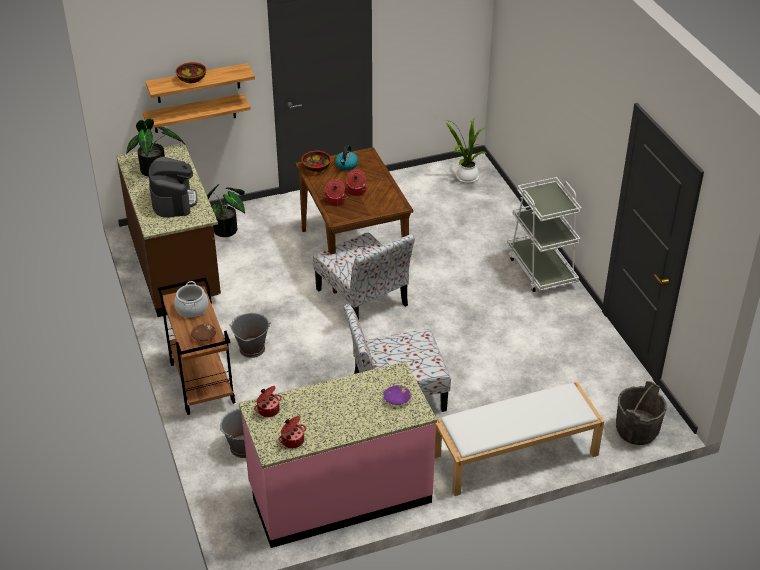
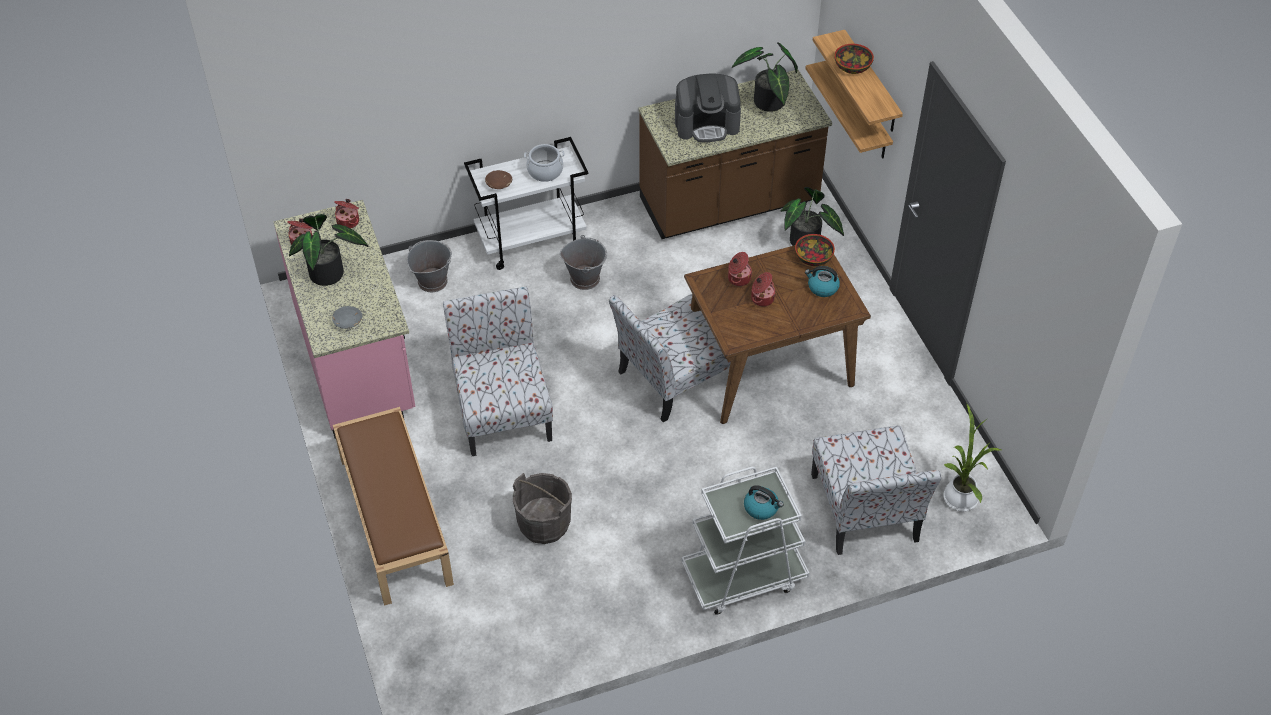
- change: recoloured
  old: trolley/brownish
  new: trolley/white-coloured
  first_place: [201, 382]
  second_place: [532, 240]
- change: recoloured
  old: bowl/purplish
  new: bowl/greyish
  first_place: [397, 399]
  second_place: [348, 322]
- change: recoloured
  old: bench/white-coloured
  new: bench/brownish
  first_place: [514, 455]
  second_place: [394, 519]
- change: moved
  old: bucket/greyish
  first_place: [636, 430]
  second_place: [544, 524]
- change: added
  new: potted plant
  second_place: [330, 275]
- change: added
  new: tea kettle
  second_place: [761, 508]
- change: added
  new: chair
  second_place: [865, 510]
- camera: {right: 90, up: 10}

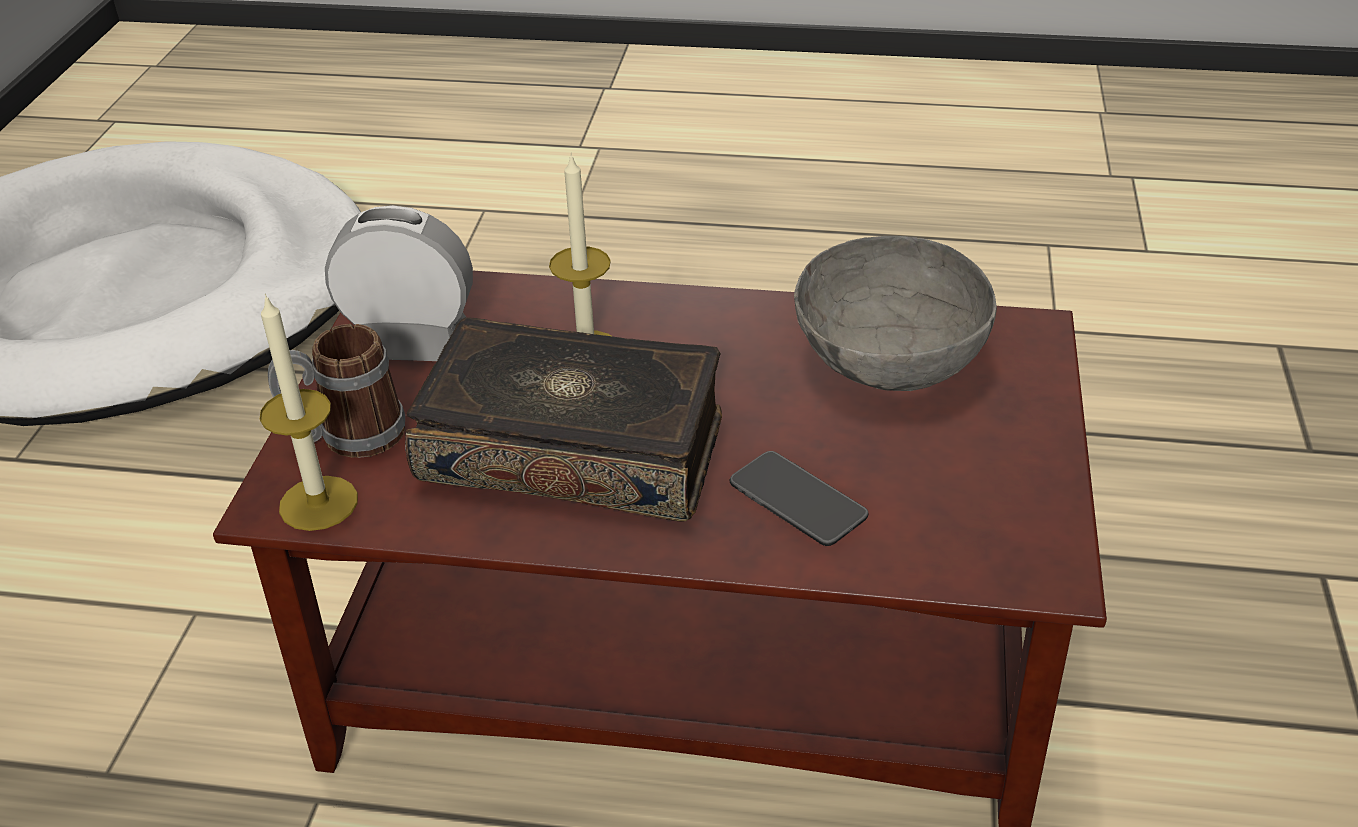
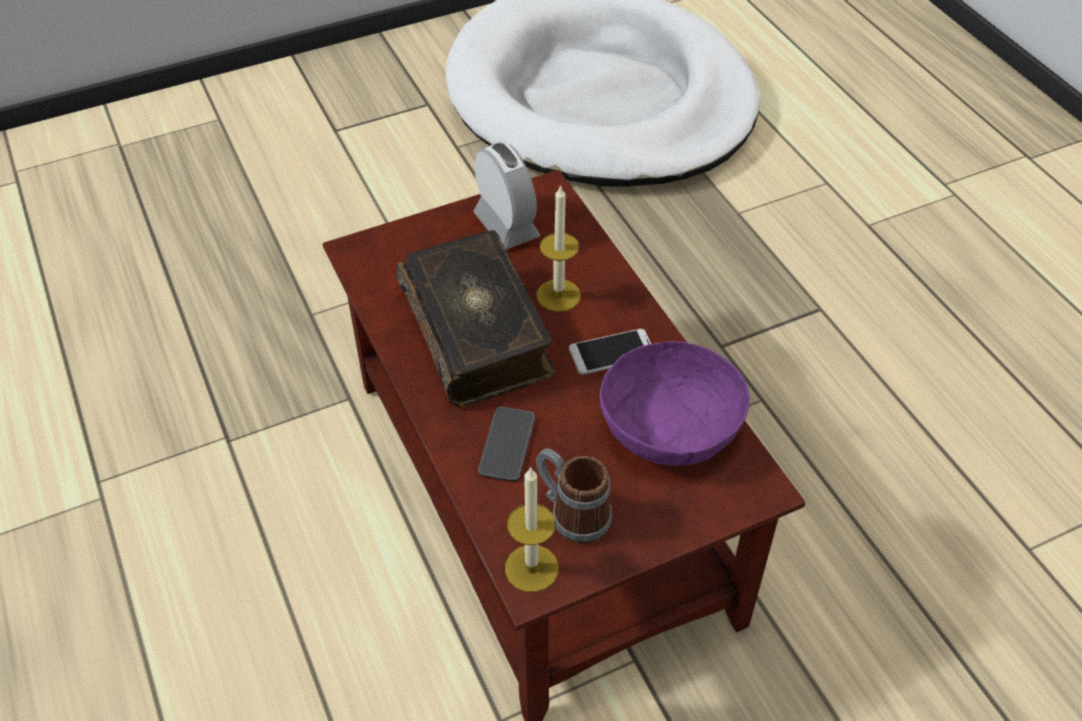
- change: moved
  old: wax candle
  first_place: [318, 503]
  second_place: [531, 568]
- change: moved
  old: mug
  first_place: [347, 436]
  second_place: [571, 513]
- change: recoloured
  old: bowl/greyish
  new: bowl/purplish
  first_place: [889, 357]
  second_place: [669, 429]
- change: added
  new: telephone
  second_place: [612, 352]
- camera: {right: 55, up: 10}

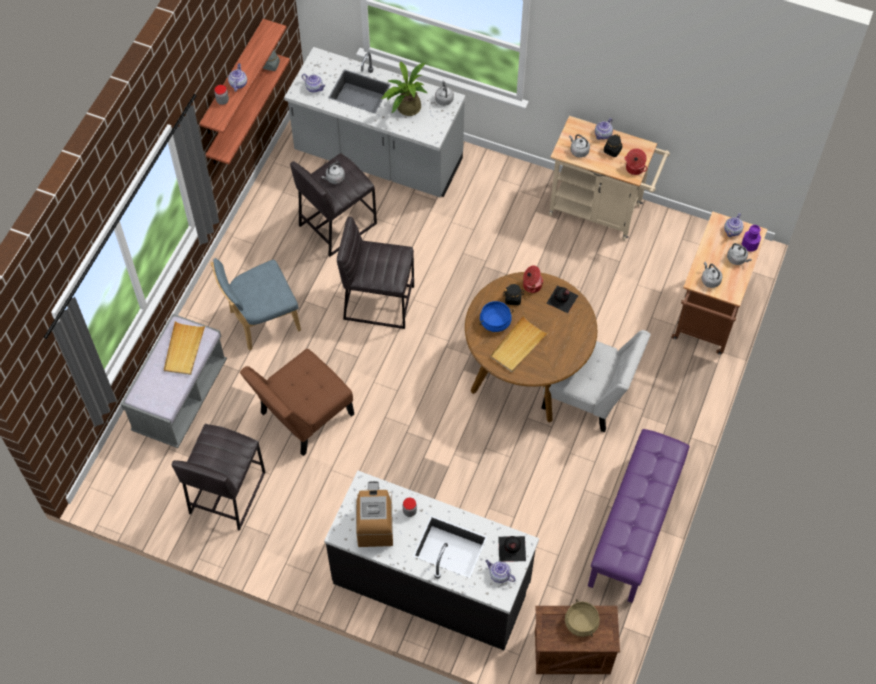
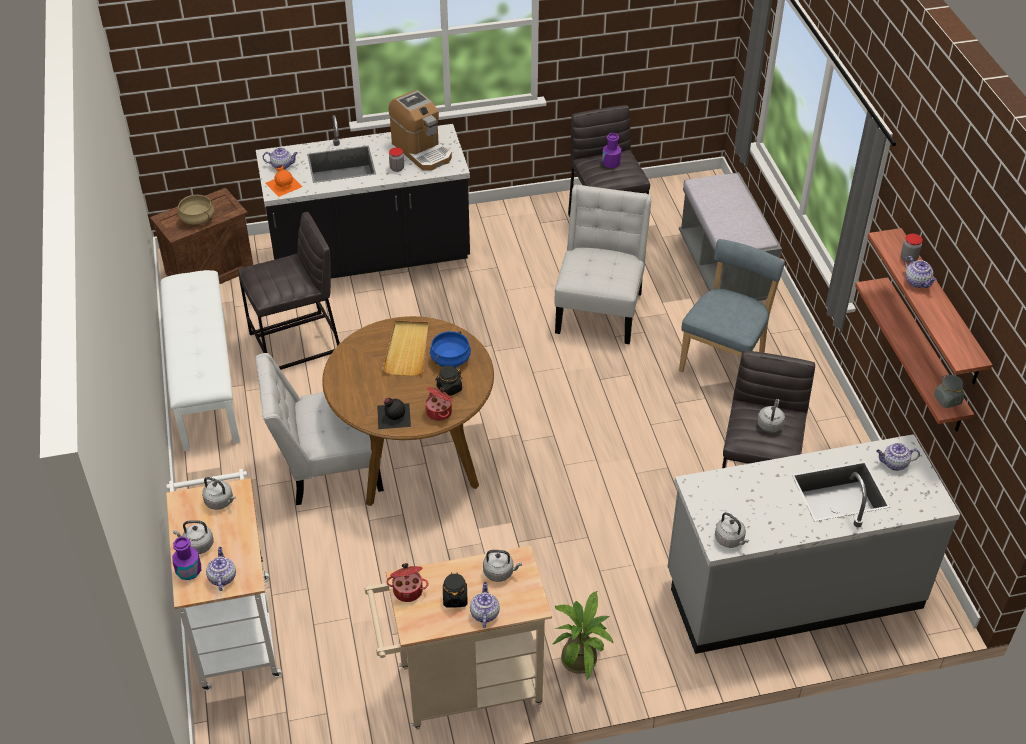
- change: removed
  old: carrying tray/sand-coloured
  first_place: [184, 349]
- change: recoloured
  old: chair/brownish
  new: chair/white-coloured
  first_place: [302, 417]
  second_place: [600, 308]
- change: moved
  old: stool/greyish
  first_place: [378, 301]
  second_place: [296, 342]
- change: moved
  old: potted plant
  first_place: [406, 108]
  second_place: [581, 656]
- change: recoloured
  old: drink bottle/black-coloured
  new: drink bottle/orange
  first_place: [511, 549]
  second_place: [284, 184]
- change: recoloured
  old: bench/purplish
  new: bench/white-coloured
  first_place: [635, 527]
  second_place: [204, 381]
- change: recoloured
  old: trolley/brownish
  new: trolley/white-coloured
  first_place: [707, 319]
  second_place: [234, 624]
- change: added
  new: drink bottle/purplish
  second_place: [611, 163]
- camera: {right: 145, up: -15}

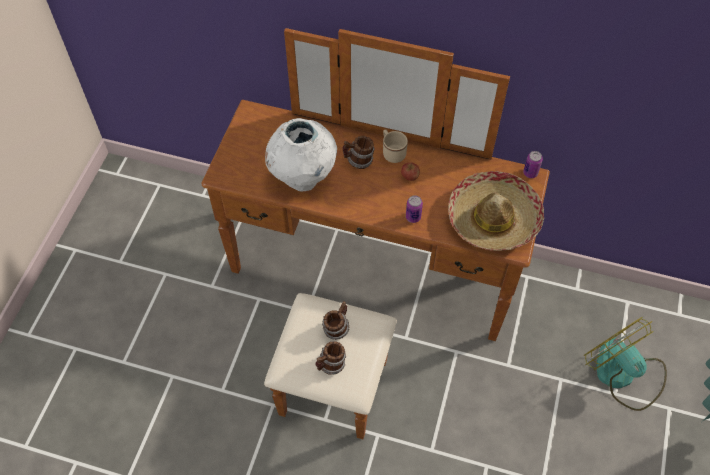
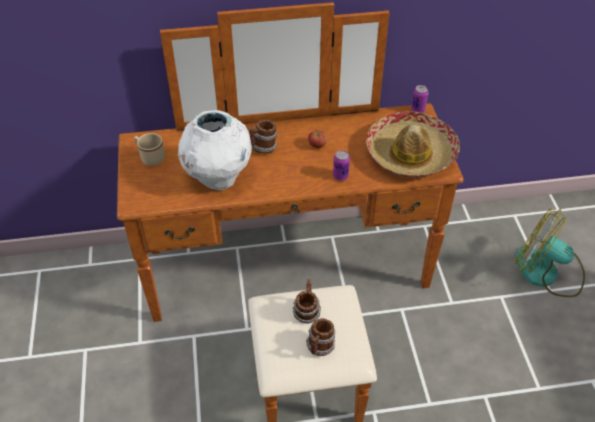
- change: moved
  old: mug/sand-coloured
  first_place: [392, 152]
  second_place: [150, 157]
- camera: {right: -25, up: -10}

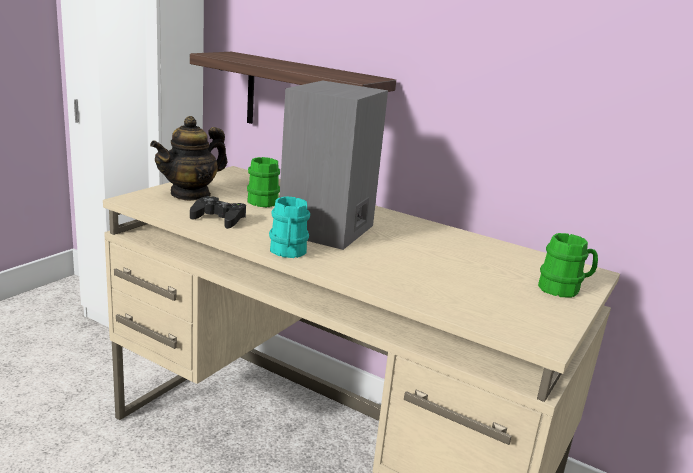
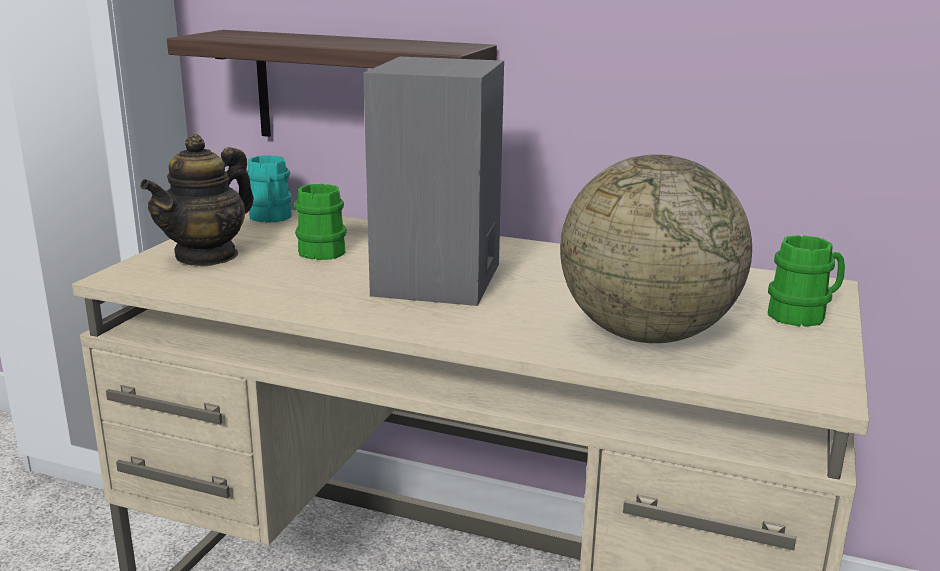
- change: removed
  old: gamepad/black-coloured
  first_place: [219, 219]
- change: moved
  old: mug/blue-green
  first_place: [287, 252]
  second_place: [270, 218]
- change: added
  new: desk globe
  second_place: [645, 334]
- camera: {right: -10, up: 0}

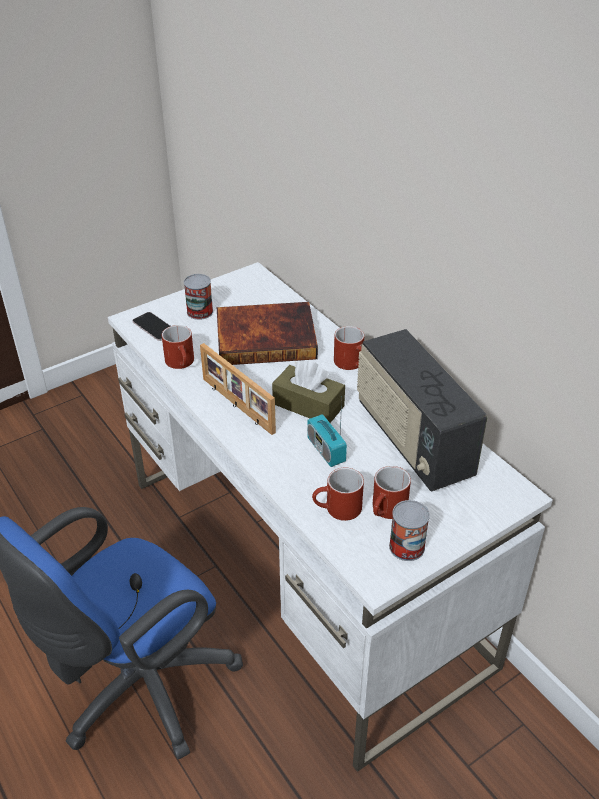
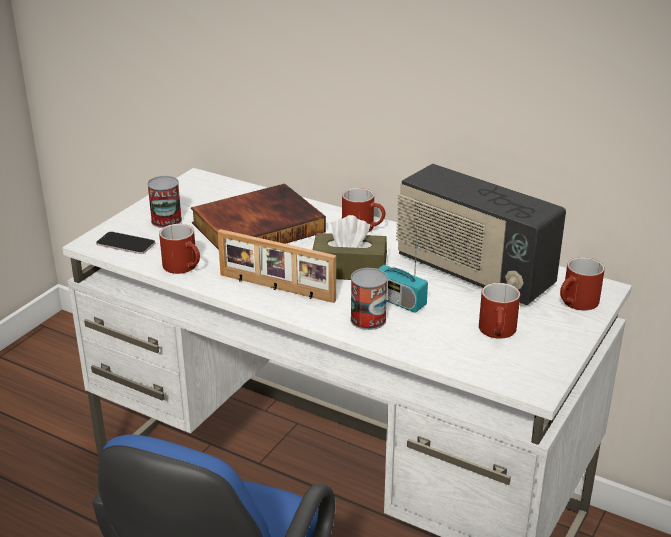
- change: moved
  old: mug/reddish
  first_place: [337, 510]
  second_place: [577, 304]
- change: moved
  old: metal can
  first_place: [407, 547]
  second_place: [368, 319]
- camera: {right: -25, up: -10}

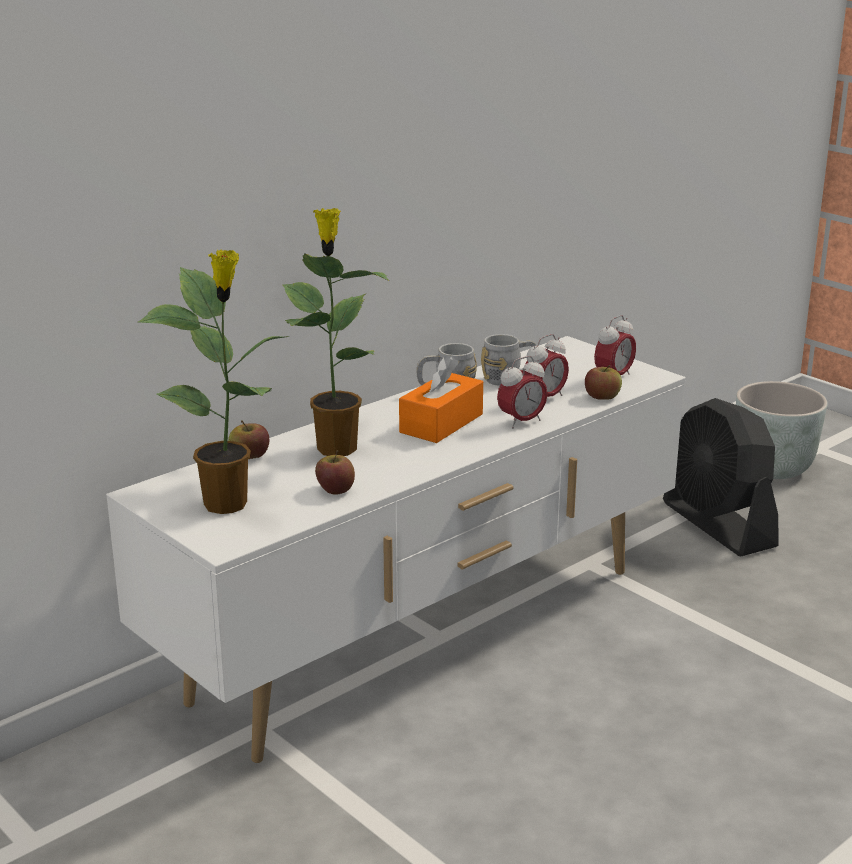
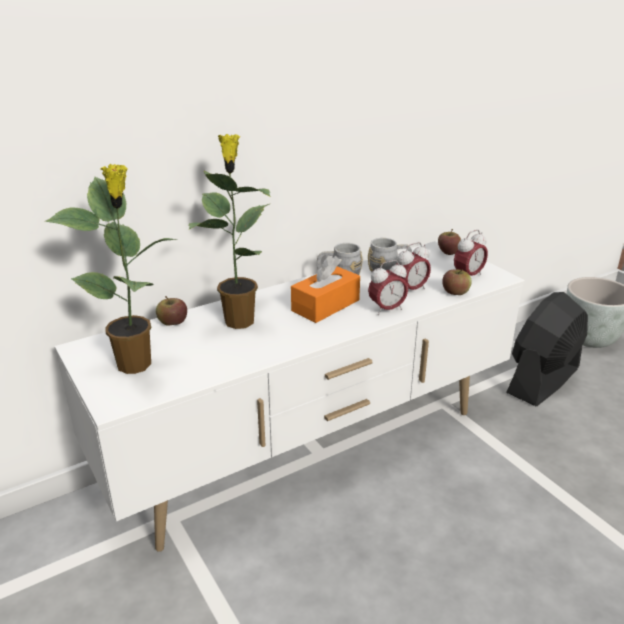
- change: moved
  old: apple fruit
  first_place: [335, 490]
  second_place: [448, 252]
- change: turned
  old: electric fan/black-coloured
  first_place: [718, 525]
  second_place: [543, 380]
  degrees: 60
- camera: {right: 10, up: 5}

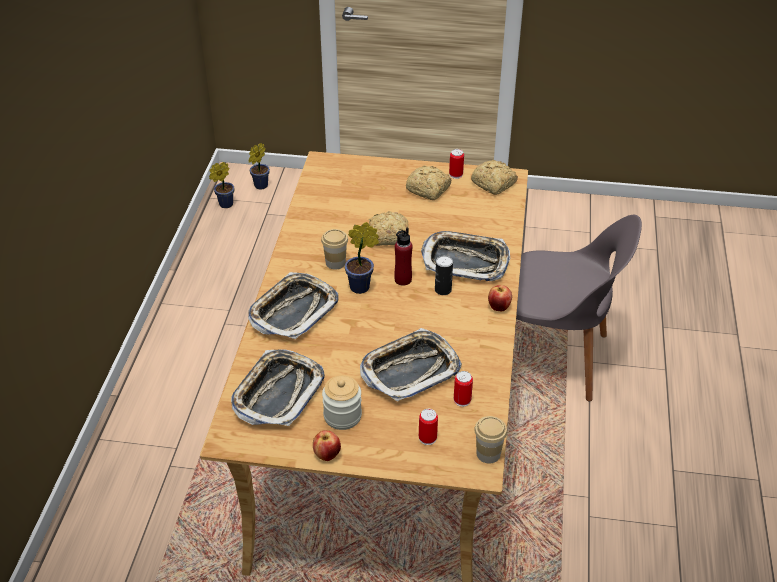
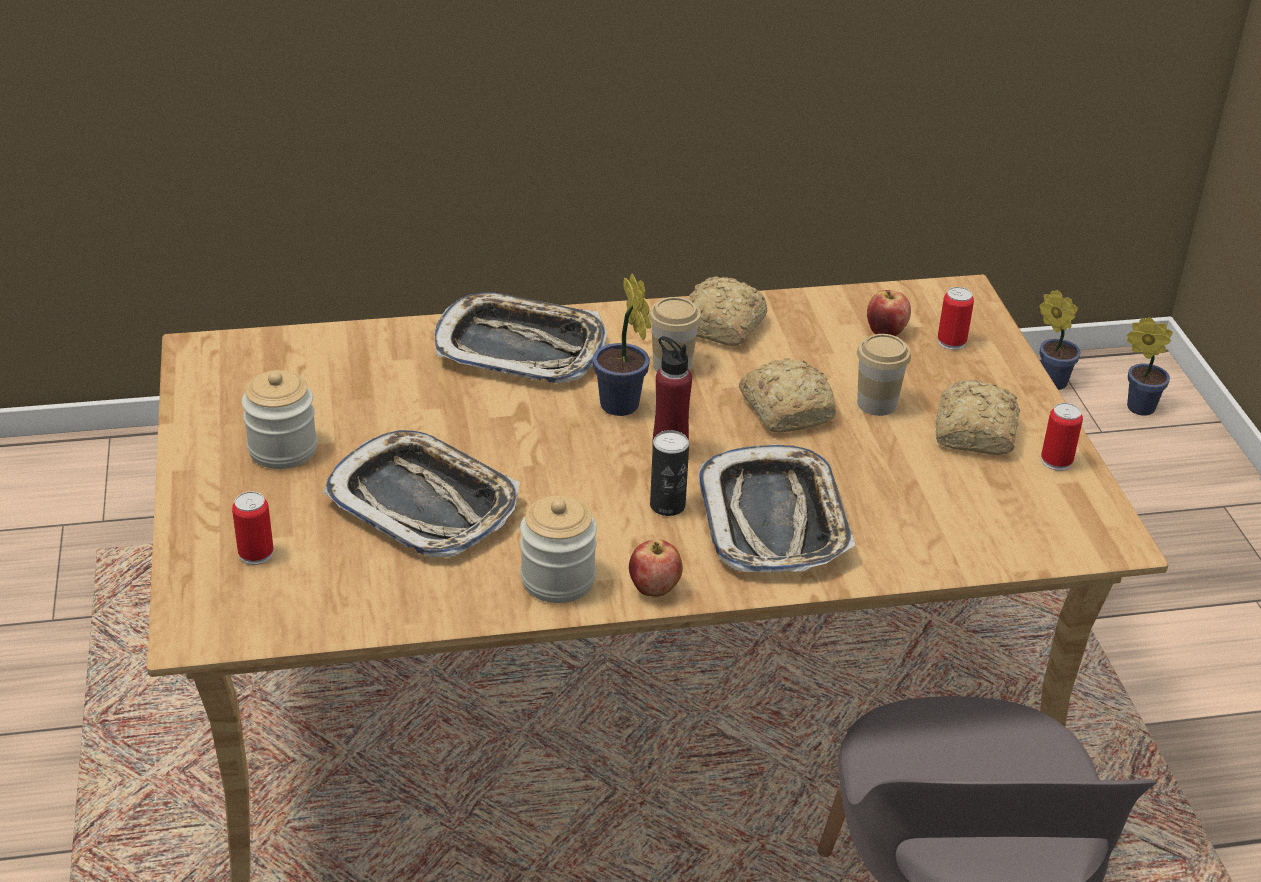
- change: removed
  old: carrying tray
  first_place: [278, 393]
- change: moved
  old: apple fruit
  first_place: [327, 455]
  second_place: [886, 332]
- change: moved
  old: metal can
  first_place: [462, 400]
  second_place: [951, 342]
- change: moved
  old: baked bread
  first_place: [493, 184]
  second_place: [720, 327]
- change: moved
  old: small cup
  first_place: [488, 454]
  second_place: [877, 404]
- change: added
  new: jar
  second_place: [558, 579]
- camera: {right: 70, up: -5}

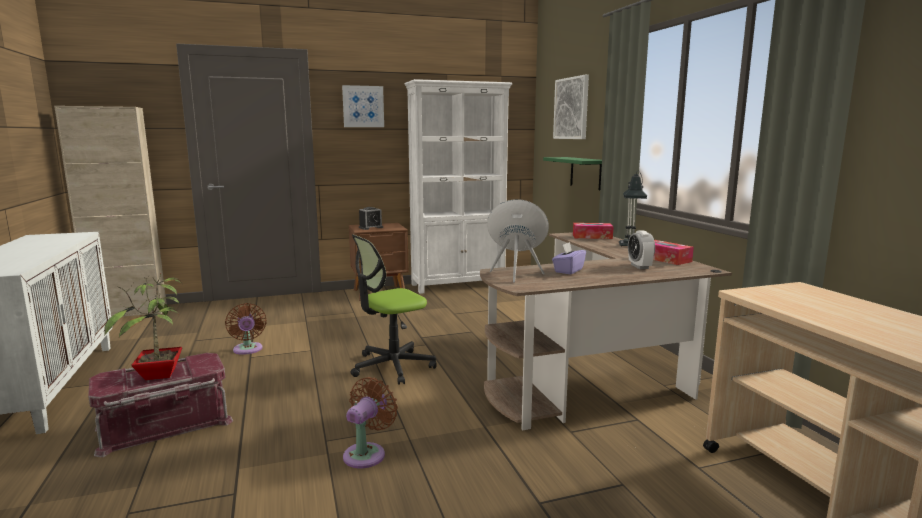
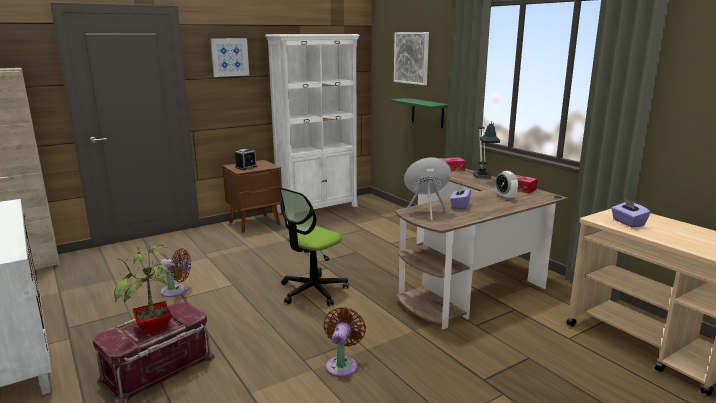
- change: turned
  old: electric fan/brownish
  first_place: [248, 350]
  second_place: [176, 291]
  degrees: -45
- change: added
  new: tissue holder/purplish
  second_place: [628, 223]
- camera: {right: -15, up: 5}

